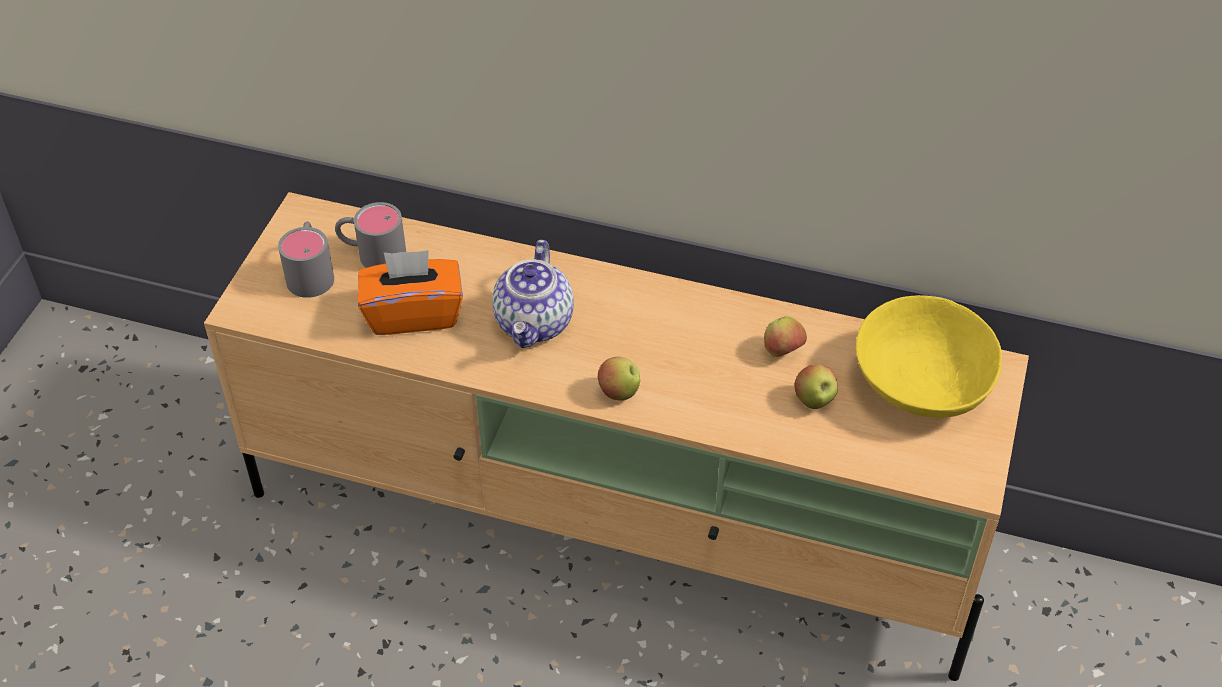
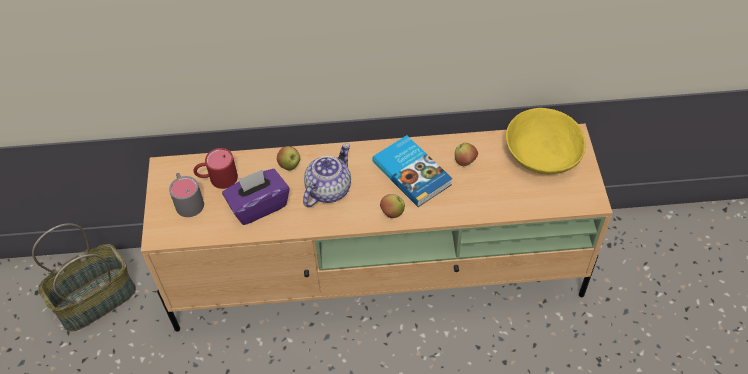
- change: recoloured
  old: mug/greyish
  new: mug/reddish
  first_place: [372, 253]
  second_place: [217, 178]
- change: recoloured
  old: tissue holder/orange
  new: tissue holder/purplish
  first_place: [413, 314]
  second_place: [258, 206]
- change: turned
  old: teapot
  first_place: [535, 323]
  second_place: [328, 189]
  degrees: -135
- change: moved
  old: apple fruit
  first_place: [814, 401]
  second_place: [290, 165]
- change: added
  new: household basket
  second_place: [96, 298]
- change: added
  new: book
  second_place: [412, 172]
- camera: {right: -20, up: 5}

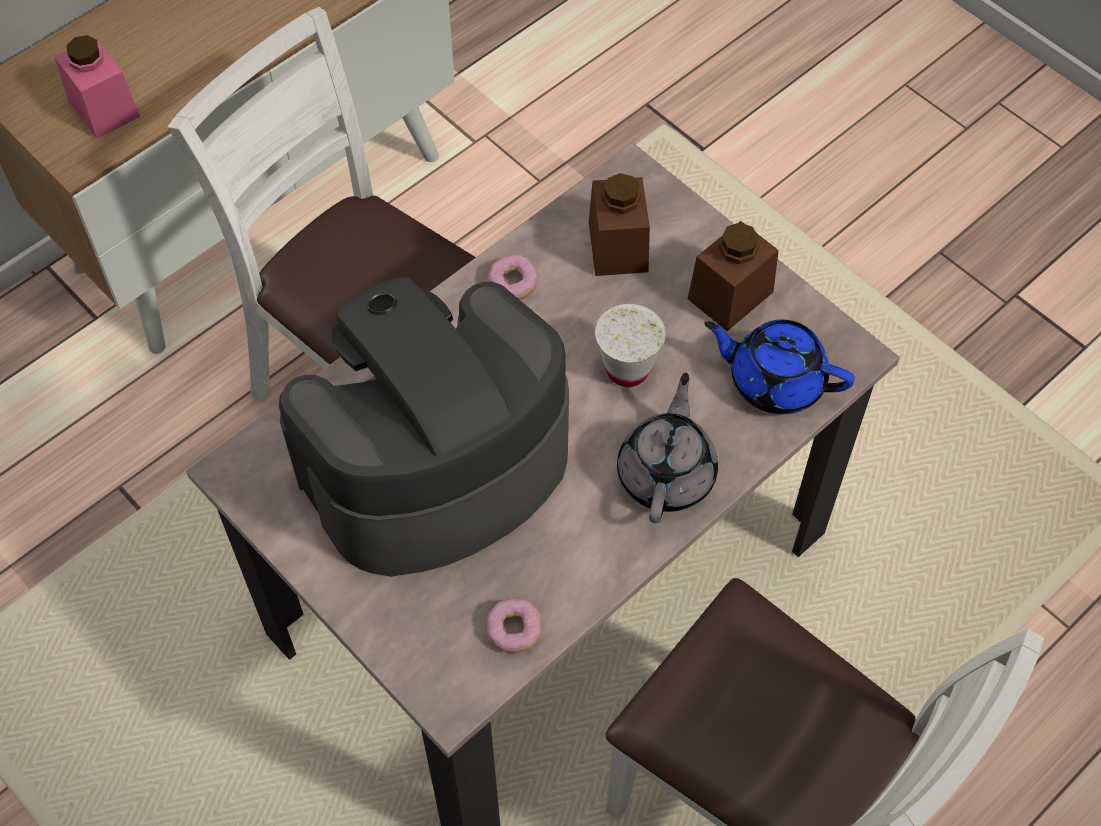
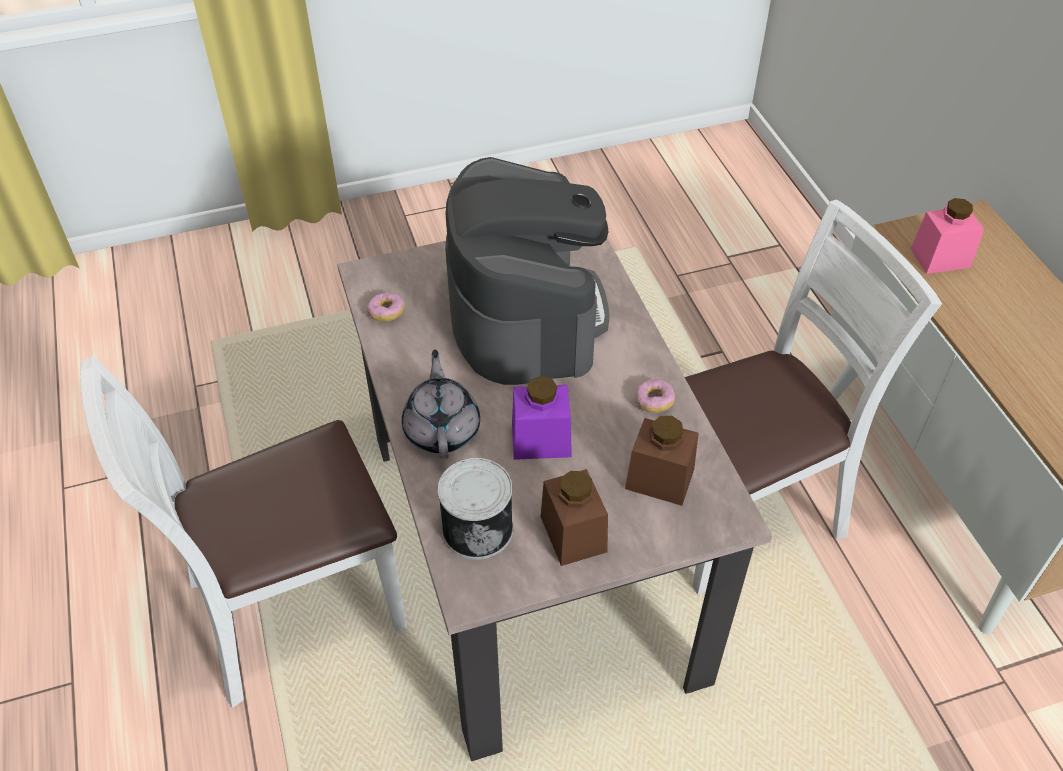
- change: replaced
  old: small cup/white-coloured
  new: jar/purplish
  first_place: [627, 369]
  second_place: [541, 440]
- change: turned
  old: teapot/greyish
  first_place: [667, 473]
  second_place: [442, 428]
  degrees: -135
- change: replaced
  old: teapot/blue-coloured
  new: metal can
  first_place: [774, 380]
  second_place: [477, 527]
- camera: {right: 115, up: -10}

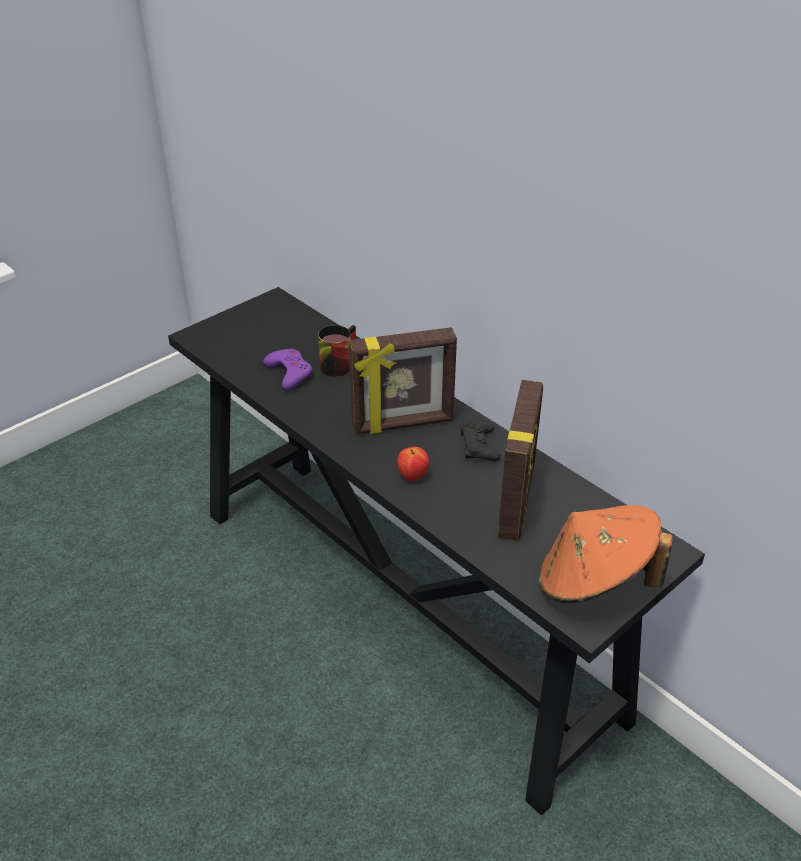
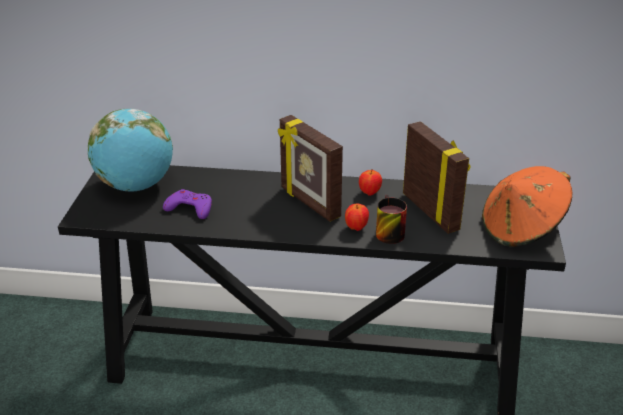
- change: moved
  old: mug
  first_place: [337, 363]
  second_place: [386, 232]
- change: turned
  old: standing frame
  first_place: [403, 424]
  second_place: [309, 203]
  degrees: 105
- change: replaced
  old: gamepad/black-coloured
  new: apple fruit
  first_place: [479, 445]
  second_place: [369, 193]
- change: added
  new: desk globe
  second_place: [136, 186]
- camera: {right: -40, up: -5}

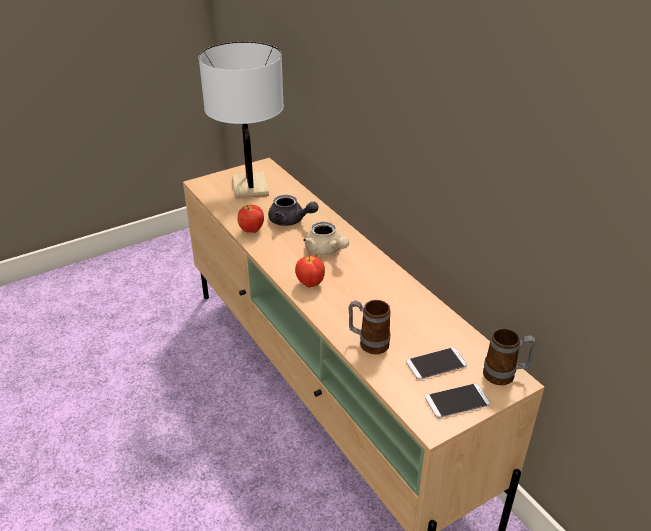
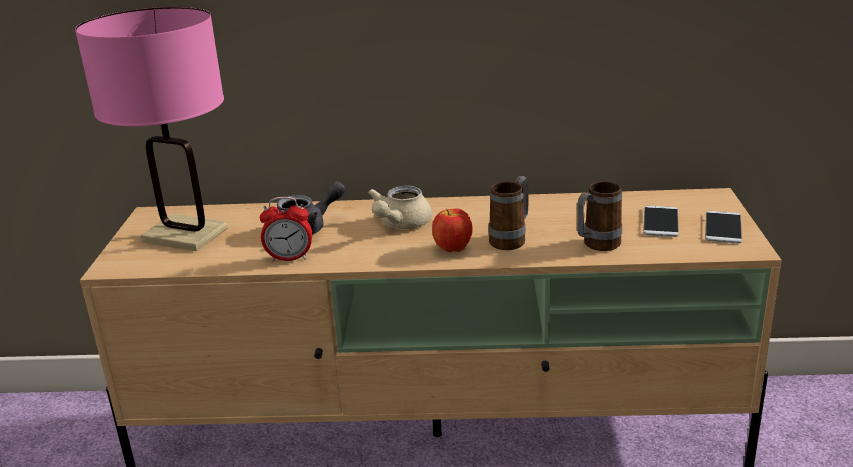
- change: recoloured
  old: tabletop lamp/white-coloured
  new: tabletop lamp/pinkish
  first_place: [250, 187]
  second_place: [185, 235]
- change: replaced
  old: apple fruit
  new: alarm clock
  first_place: [251, 230]
  second_place: [289, 258]
- change: turned
  old: teapot/sand-coloured
  first_place: [326, 250]
  second_place: [400, 224]
  degrees: 120
- change: moved
  old: mug
  first_place: [505, 375]
  second_place: [512, 239]
- camera: {right: -55, up: -10}

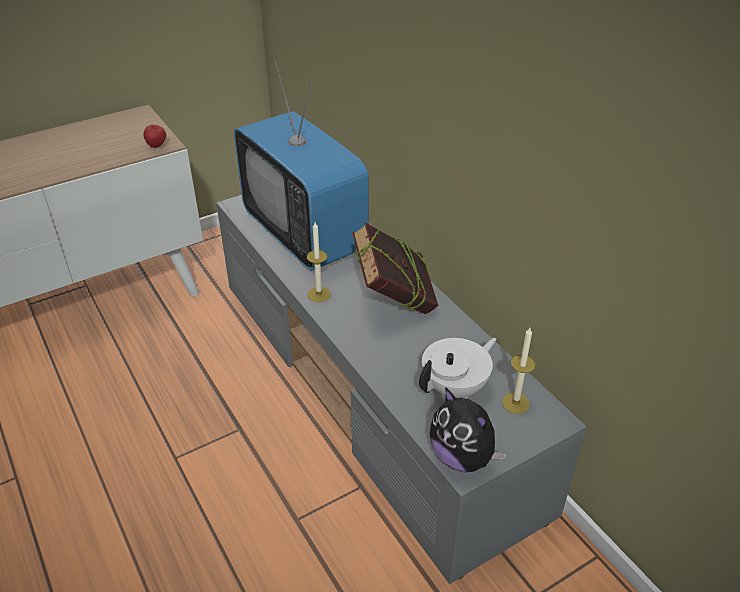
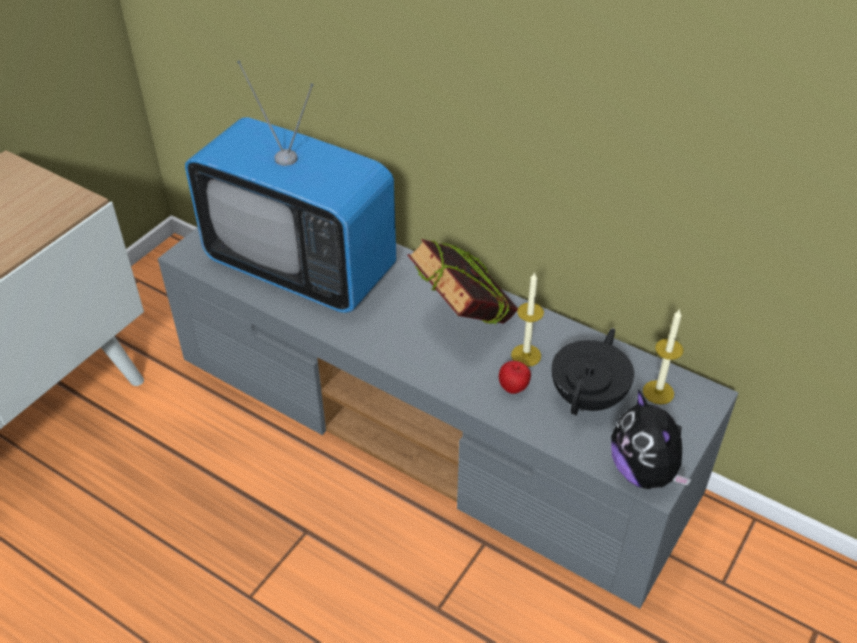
- change: moved
  old: apple fruit
  first_place: [157, 146]
  second_place: [513, 388]
- change: moved
  old: wax candle
  first_place: [319, 294]
  second_place: [526, 355]
- change: recoloured
  old: teapot/white-coloured
  new: teapot/black-coloured
  first_place: [455, 387]
  second_place: [589, 397]
- change: turned
  old: cuddly toy
  first_place: [462, 457]
  second_place: [644, 471]
  degrees: 45
- camera: {right: -25, up: 5}

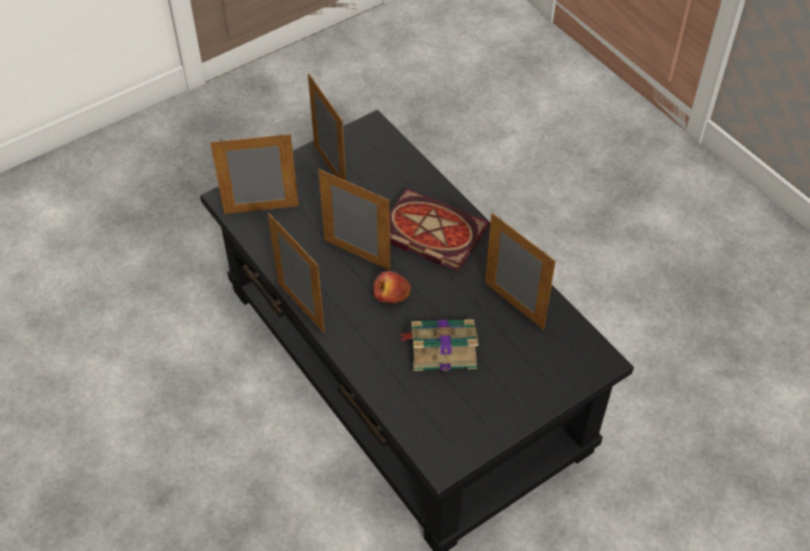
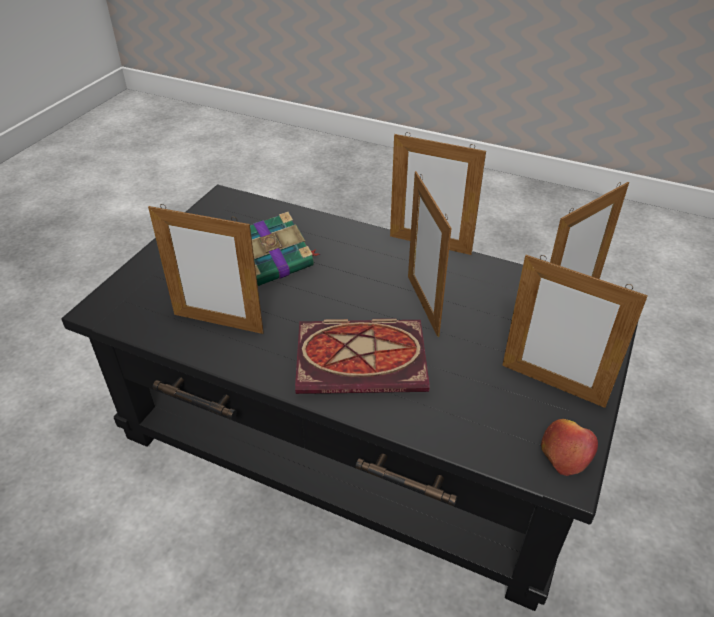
- change: turned
  old: standing frame
  first_place: [357, 254]
  second_place: [423, 305]
  degrees: 75
- change: moved
  old: apple fruit
  first_place: [391, 294]
  second_place: [566, 452]
- camera: {right: 150, up: -10}

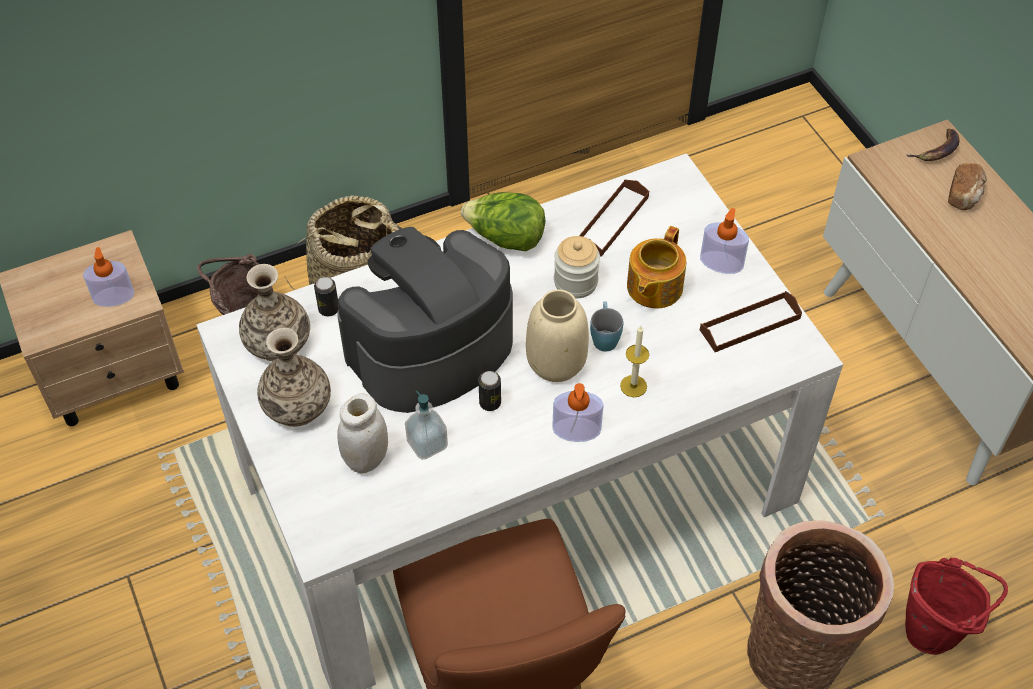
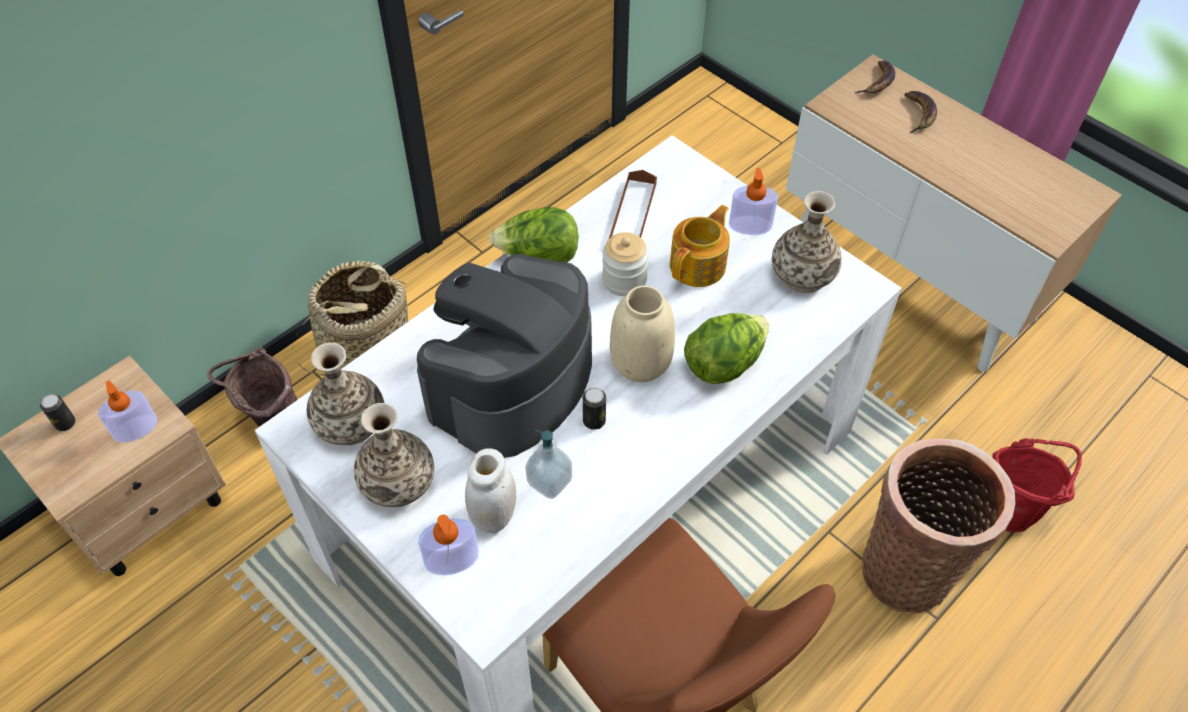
- change: moved
  old: metal can
  first_place: [328, 309]
  second_place: [65, 423]
- change: moved
  old: liquid soap bottle
  first_place: [576, 430]
  second_place: [452, 559]
- change: removed
  old: mug/blue-coloured
  first_place: [604, 336]
- change: replaced
  old: wax candle
  new: head of lettuce
  first_place: [633, 386]
  second_place: [724, 363]
- change: turned
  old: teapot
  first_place: [653, 287]
  second_place: [699, 265]
  degrees: -150
- change: replaced
  old: carrying tray/brownish
  new: decorative vase
  first_place: [750, 324]
  second_place: [802, 275]
- change: replaced
  old: baked bread
  new: banana fruit
  first_place: [964, 195]
  second_place: [919, 114]
- camera: {right: -20, up: 0}

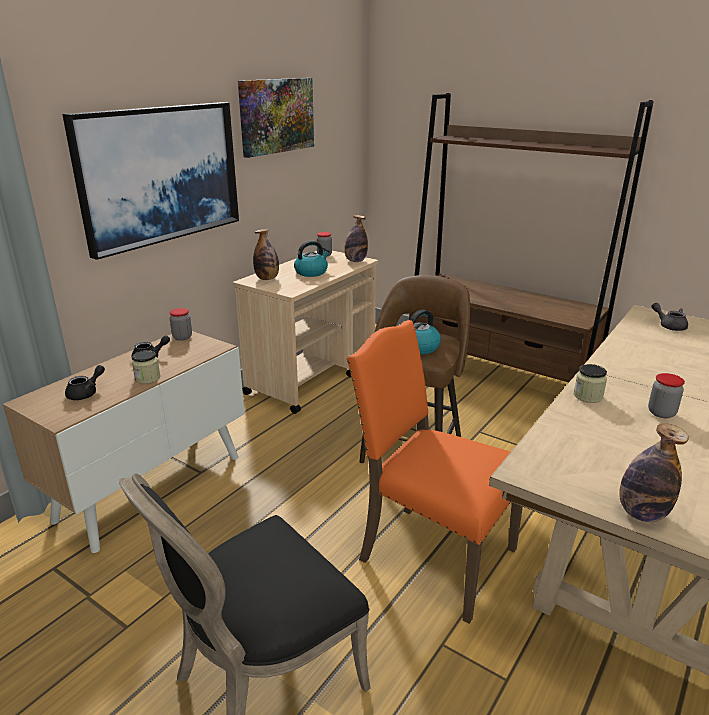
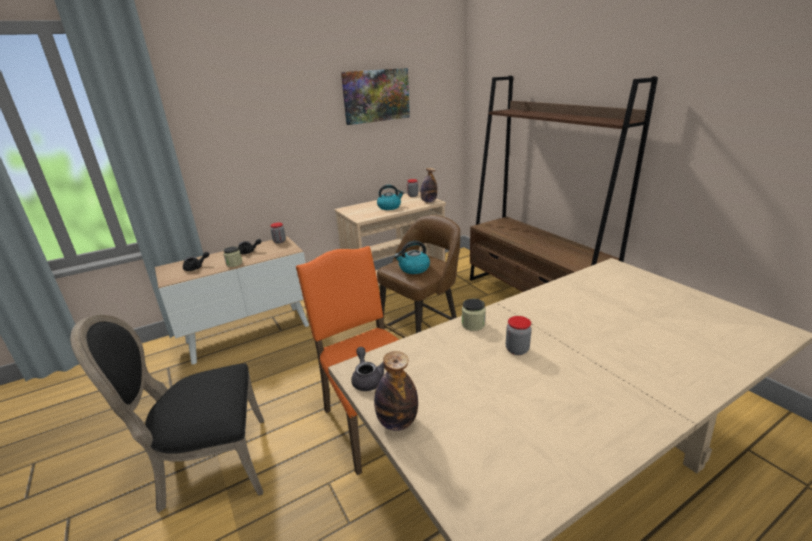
- change: removed
  old: wall picture
  first_place: [160, 174]
- change: removed
  old: drink bottle
  first_place: [267, 278]
- change: moved
  old: teapot/greyish
  first_place: [669, 326]
  second_place: [367, 379]
- camera: {right: 25, up: 0}

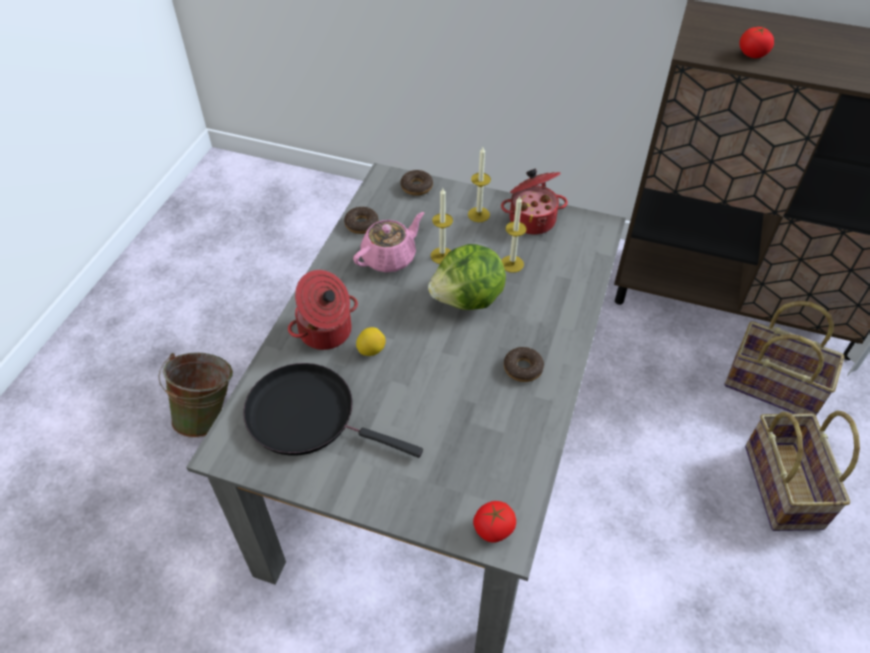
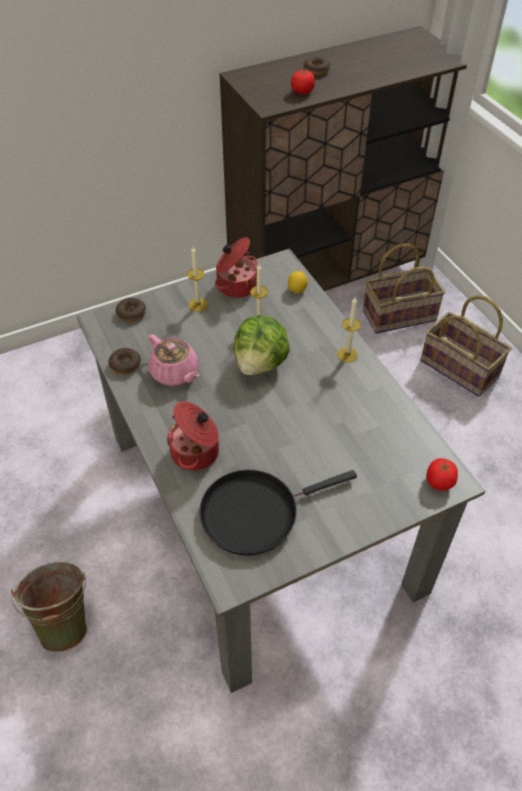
- change: turned
  old: teapot/pinkish
  first_place: [390, 258]
  second_place: [175, 373]
  degrees: 135
- change: moved
  old: lemon
  first_place: [371, 350]
  second_place: [297, 290]
- change: moved
  old: wax candle
  first_place: [442, 255]
  second_place: [347, 354]
- change: moved
  old: doughnut
  first_place: [523, 368]
  second_place: [316, 70]
- camera: {right: -45, up: 0}

